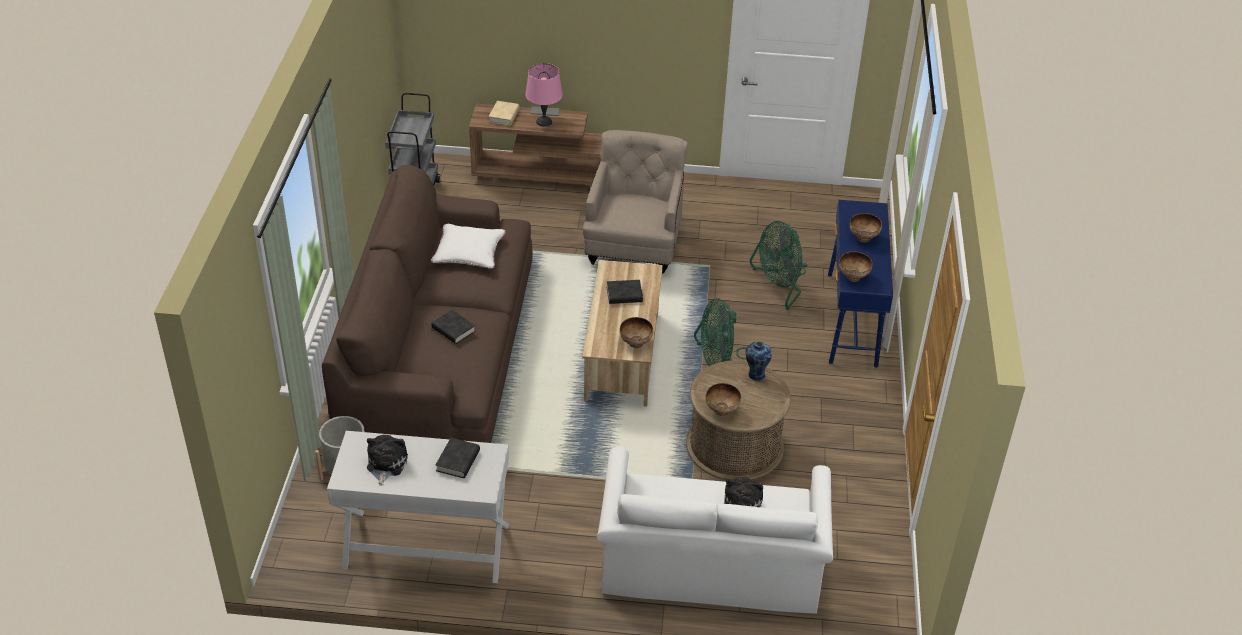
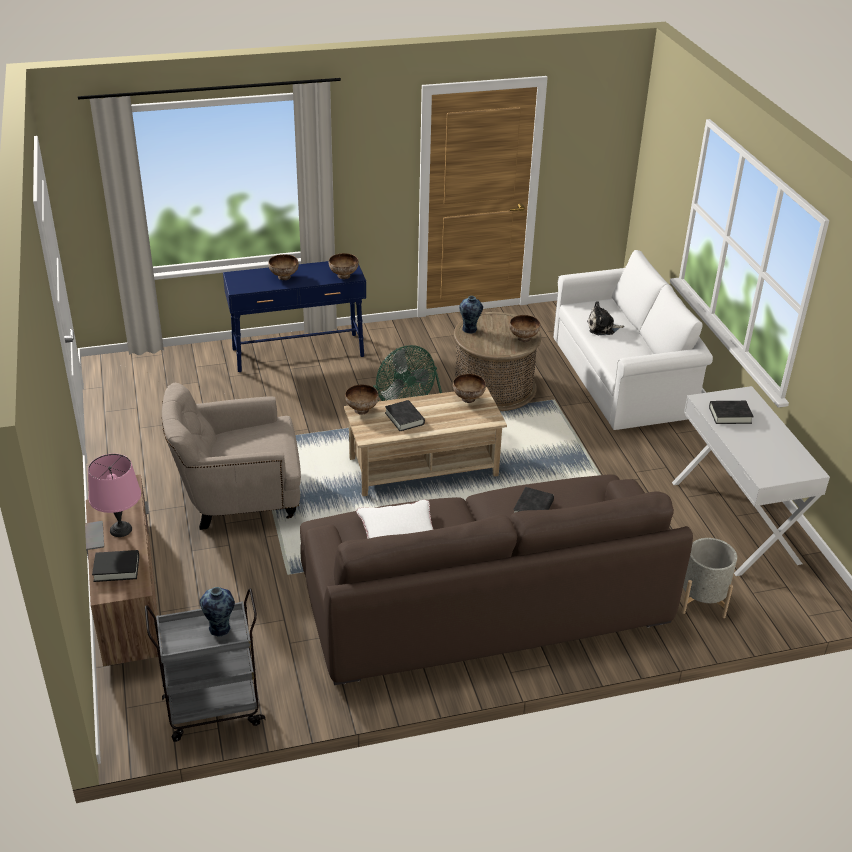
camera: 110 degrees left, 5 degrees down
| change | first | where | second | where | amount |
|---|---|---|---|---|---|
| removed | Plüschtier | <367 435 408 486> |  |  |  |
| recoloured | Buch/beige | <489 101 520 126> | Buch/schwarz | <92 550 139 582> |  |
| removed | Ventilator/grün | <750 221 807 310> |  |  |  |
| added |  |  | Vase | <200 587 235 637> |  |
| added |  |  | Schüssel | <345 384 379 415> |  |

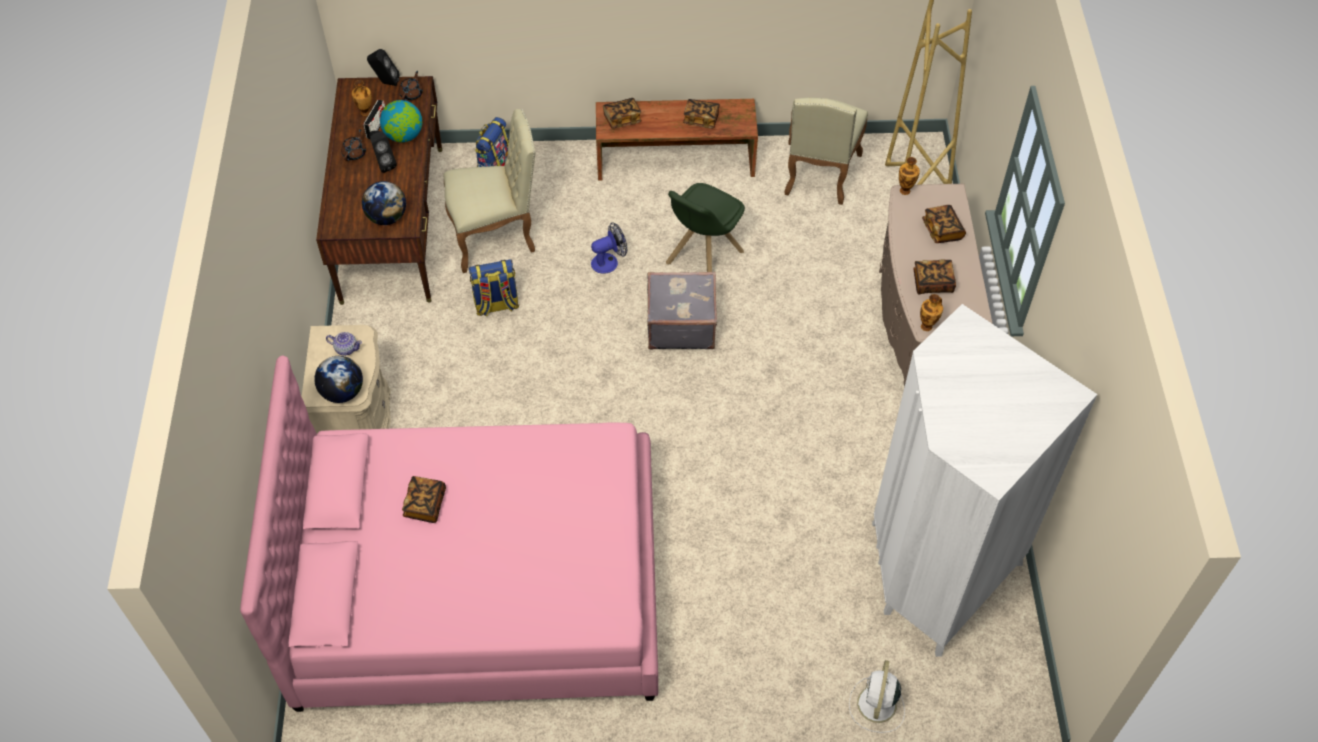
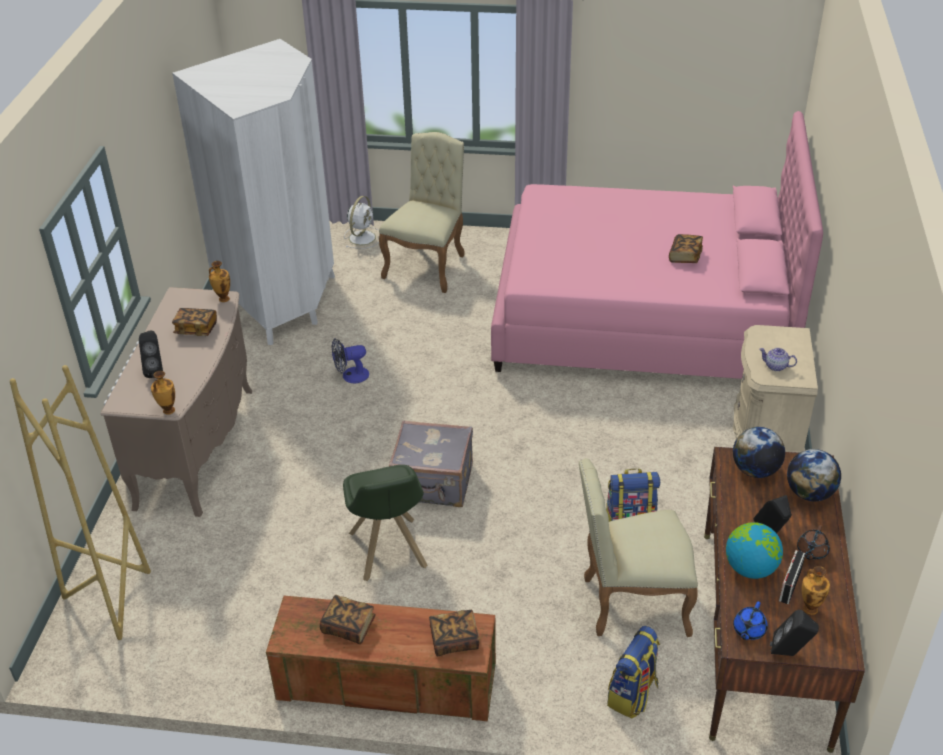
camera: 170 degrees left, 15 degrees down
| change | first | where | second | where | amount |
|---|---|---|---|---|---|
| moved | Globus | <314 356 363 403> |  | <787 449 841 501> |  |
| recoloured | Teekanne/braun | <399 71 423 101> | Teekanne/blau | <733 601 768 640> |  |
| moved | Ventilator | <591 222 627 274> |  | <332 339 369 383> |  |
| turned | Stuhl/grün | <666 183 745 272> |  | <343 465 427 581> | 120 degrees clockwise |
| moved | Stuhl/beige | <785 97 868 205> |  | <379 132 465 293> |  |
| replaced | Buch | <922 205 966 243> | Lautsprecher/schwarz | <139 330 163 378> |  |

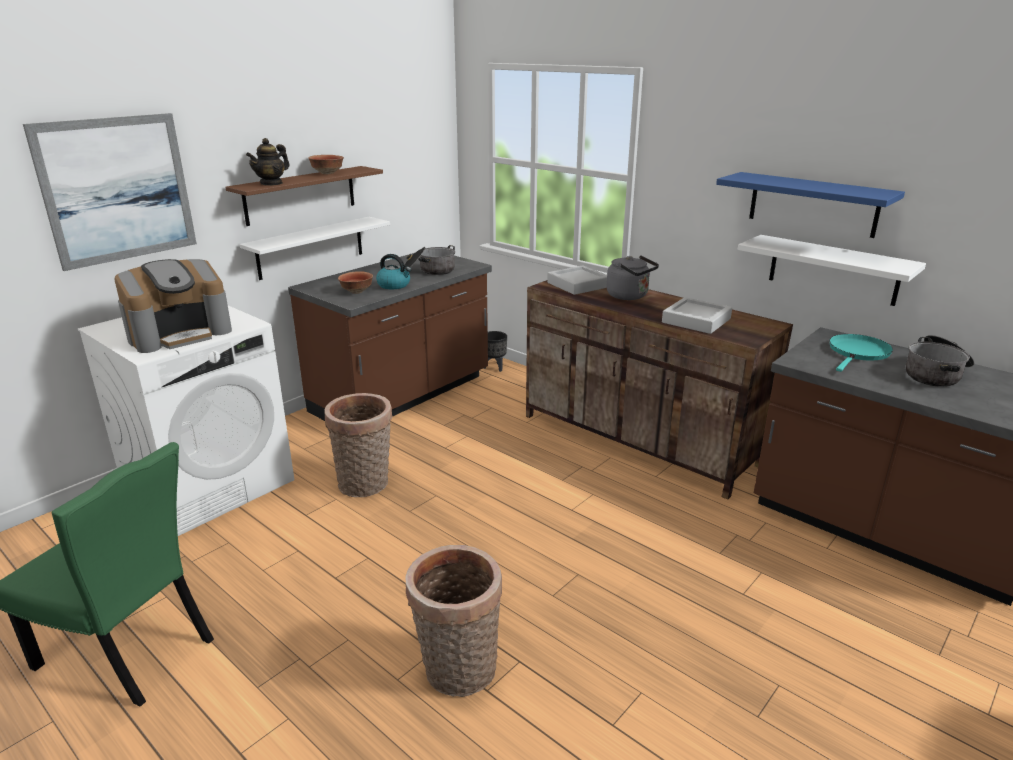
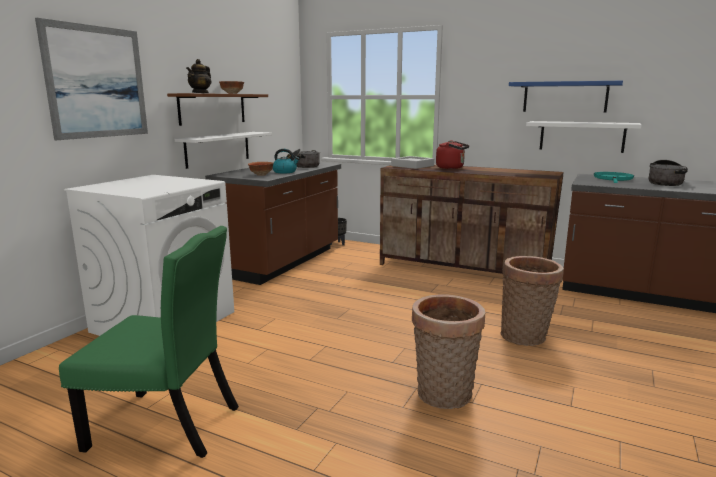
camera: 15 degrees left, 10 degrees down
| change | first | where | second | where | amount |
|---|---|---|---|---|---|
| removed | Kaffeemaschine | <114 259 232 353> |  |  |  |
| moved | Korb | <325 393 392 497> |  | <501 256 564 346> |  |
| recoloured | Wasserkessel/grau | <607 255 659 300> | Wasserkessel/rot | <436 140 469 169> |  |
| removed | Tablett/grau | <662 297 732 334> |  |  |  |

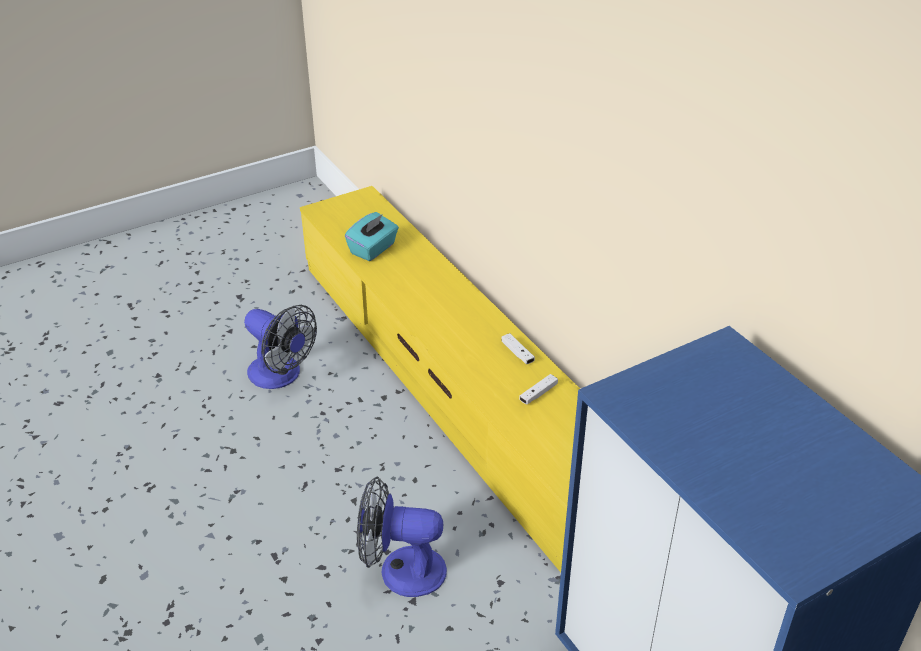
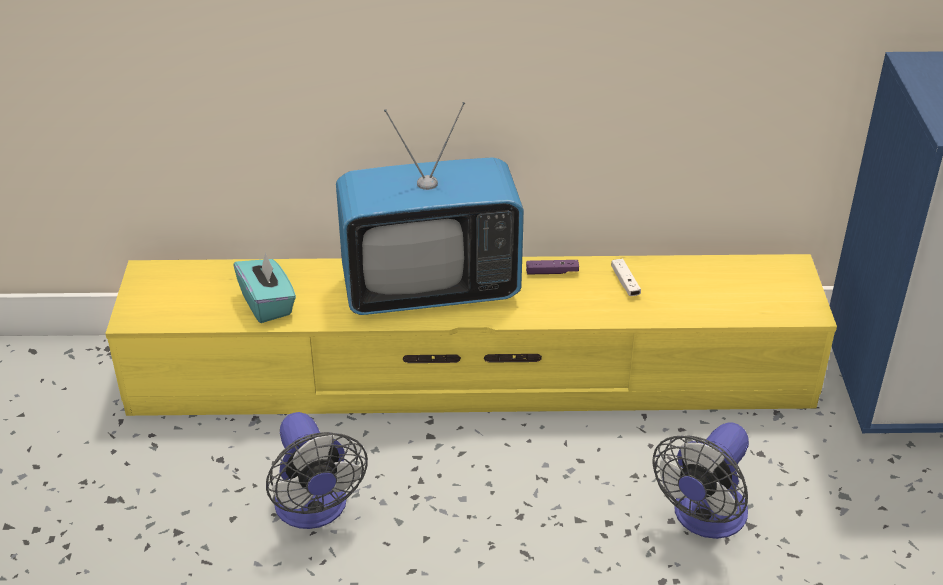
camera: 60 degrees left, 0 degrees up
| change | first | where | second | where | amount |
|---|---|---|---|---|---|
| turned | Ventilator | <244 305 317 389> |  | <266 412 368 529> | 90 degrees clockwise |
| recoloured | Gamepad/weiß | <501 333 535 364> | Gamepad/lila | <526 260 579 275> |  |
| added |  |  | Fernseher | <336 102 524 315> |  |

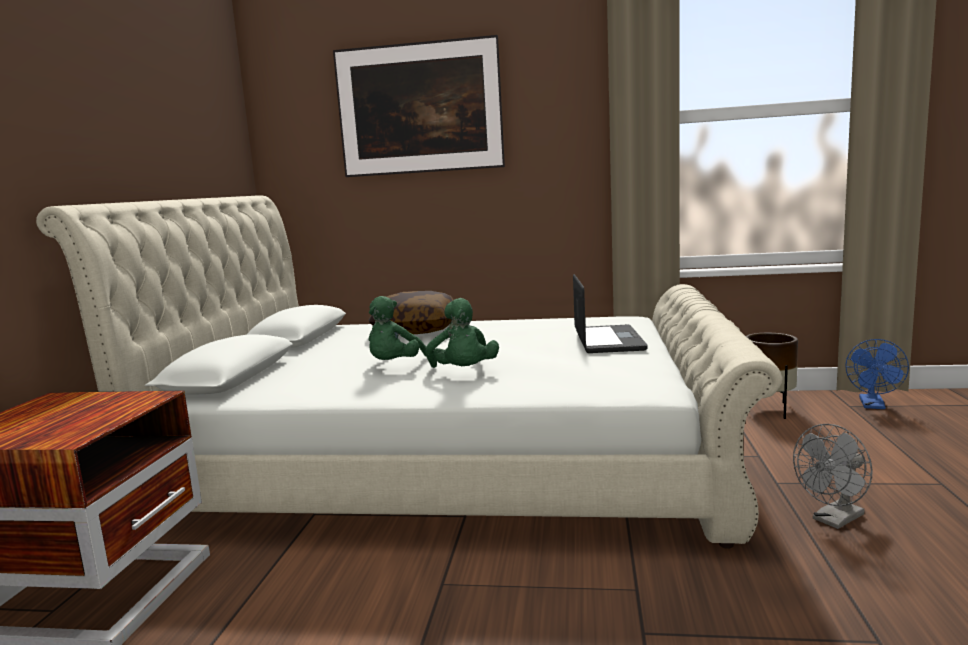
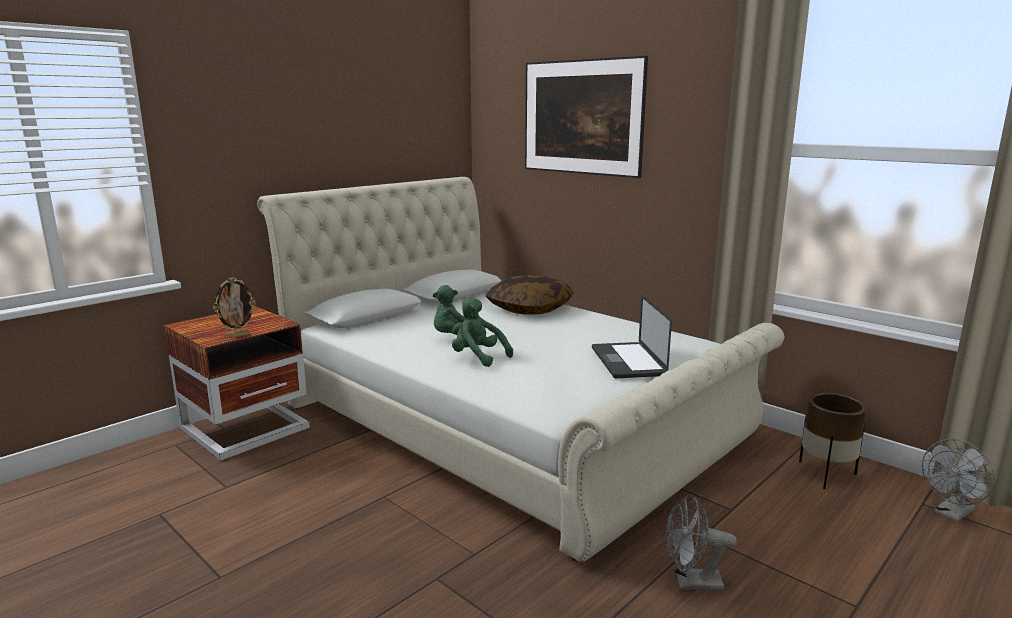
camera: 35 degrees right, 5 degrees up
| change | first | where | second | where | amount |
|---|---|---|---|---|---|
| turned | Plüschtier/grün | <426 298 499 368> |  | <452 297 513 367> | 105 degrees clockwise |
| turned | Laptop | <573 274 648 353> |  | <592 295 672 378> | 135 degrees clockwise |
| recoloured | Ventilator/blau | <845 339 909 409> | Ventilator/grau | <922 439 995 522> |  |
| added |  |  | Bilderrahmen | <213 277 256 338> |  |

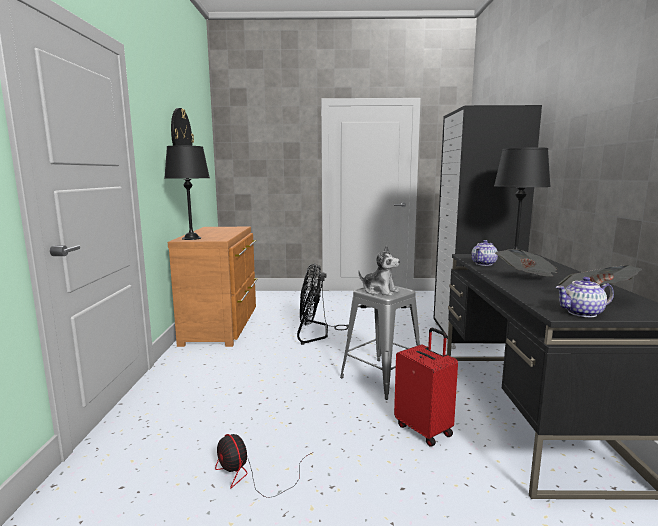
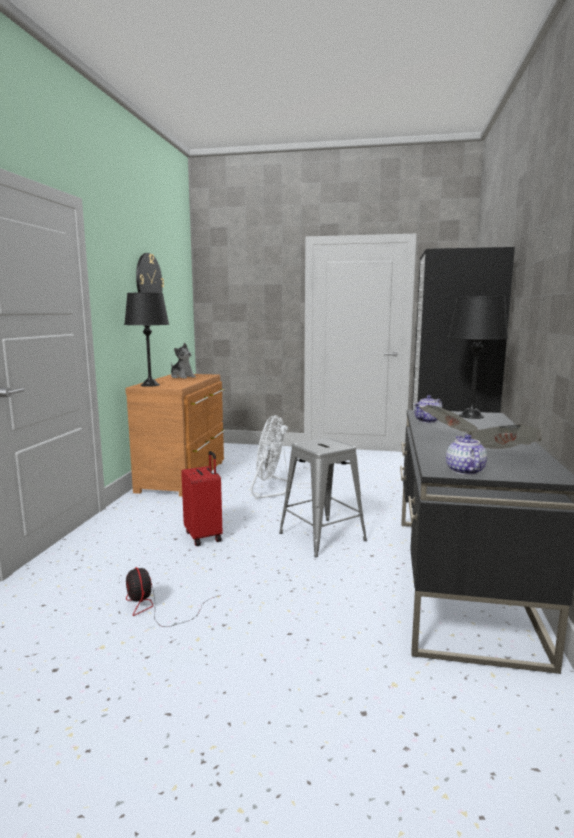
camera: 10 degrees right, 0 degrees up
| change | first | where | second | where | amount |
|---|---|---|---|---|---|
| recoloured | Ventilator/schwarz | <297 263 349 345> | Ventilator/weiß | <251 415 312 500> |  |
| moved | Plüschtier | <358 245 400 296> |  | <171 343 196 379> |  |
| moved | Koffer/rot | <394 328 458 447> |  | <181 451 223 546> |  |
| turned | Teekanne | <556 277 614 317> |  | <446 434 487 475> | 90 degrees clockwise |

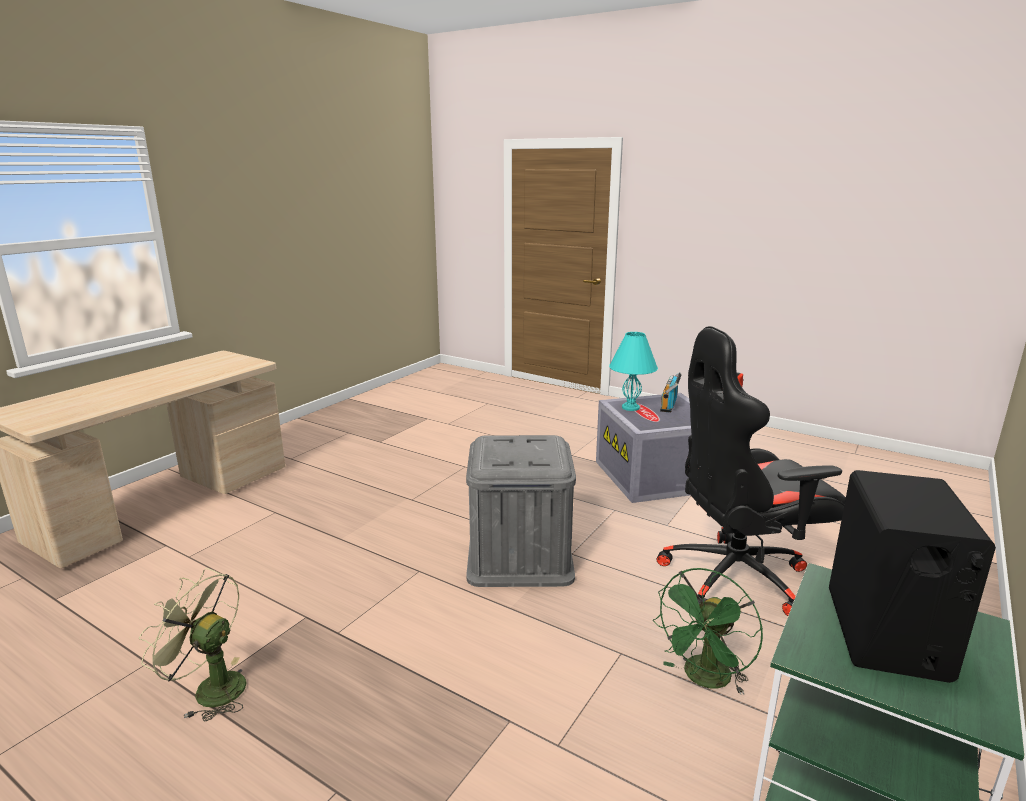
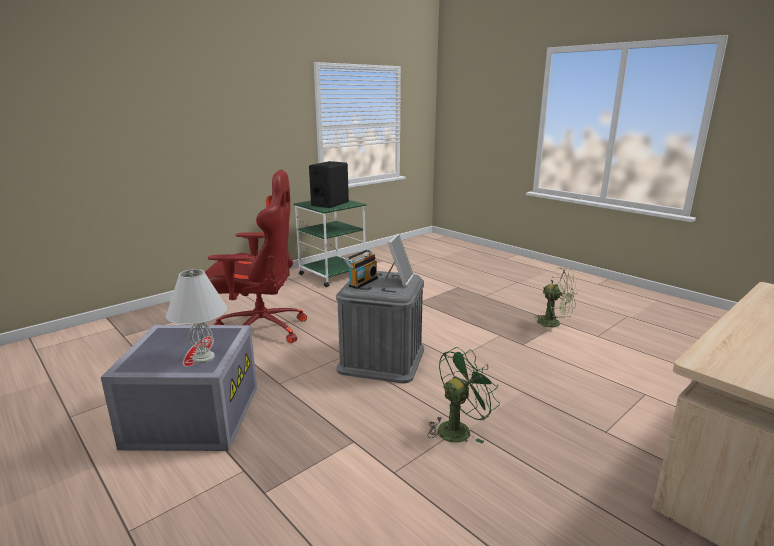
camera: 165 degrees left, 0 degrees up
| change | first | where | second | where | amount |
|---|---|---|---|---|---|
| recoloured | Tischlampe/türkis | <609 332 658 411> | Tischlampe/weiß | <166 269 227 363> |  |
| moved | Ventilator/grün | <653 568 763 695> |  | <427 347 500 444> |  |
| recoloured | Bürostuhl/schwarz | <657 326 846 616> | Bürostuhl/rot | <205 169 307 343> |  |
| moved | Radio | <660 372 682 413> |  | <344 249 378 289> |  |
| added |  |  | Bilderrahmen | <383 234 414 287> |  |

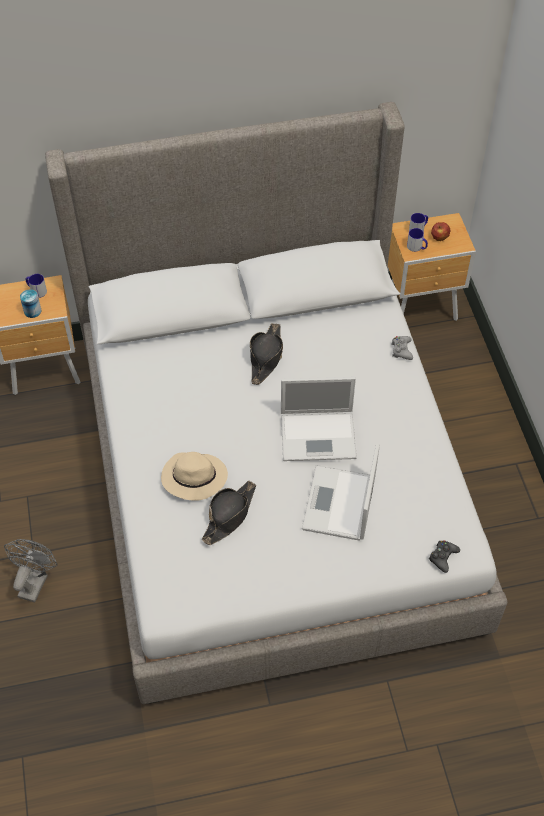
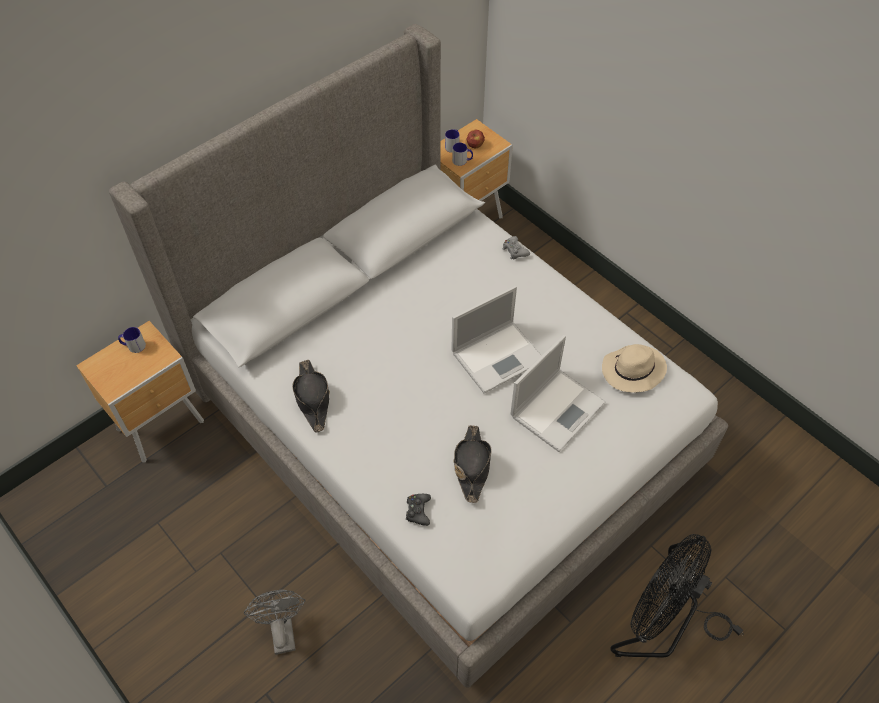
camera: 30 degrees left, 0 degrees up
| change | first | where | second | where | amount |
|---|---|---|---|---|---|
| removed | Dose | <20 289 41 318> |  |  |  |
| moved | Hut/beige | <161 452 228 501> |  | <602 344 667 392> |  |
| moved | Hut/schwarz | <250 323 283 385> |  | <292 360 330 433> |  |
| turned | Laptop | <302 444 380 541> |  | <510 335 606 452> | 120 degrees counterclockwise |
| moved | Gamepad/schwarz | <429 540 460 573> |  | <406 494 431 526> |  |
| added |  |  | Ventilator/schwarz | <610 534 744 658> |  |

